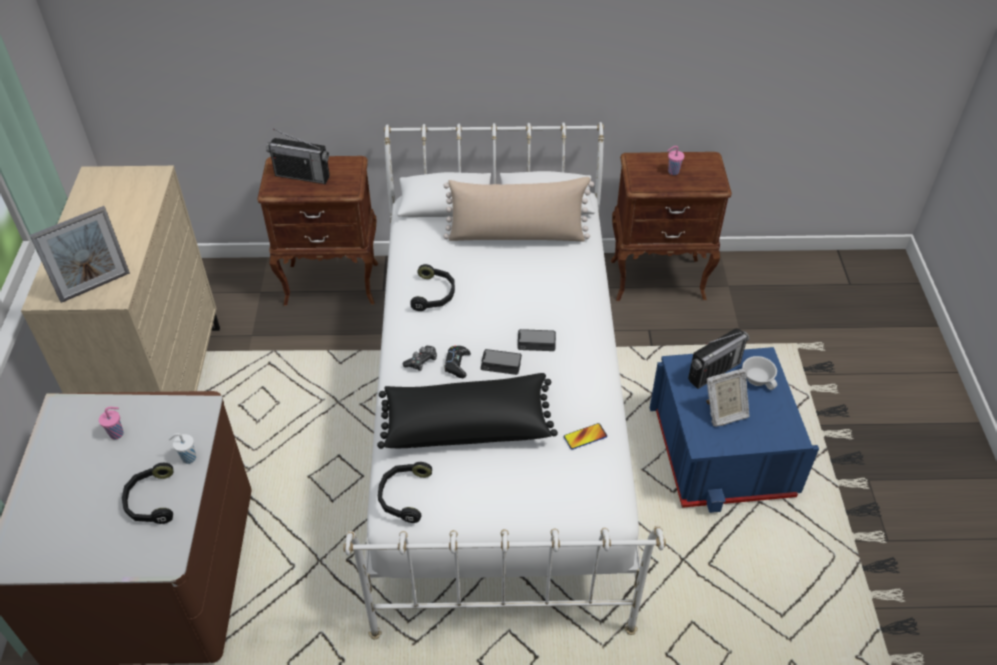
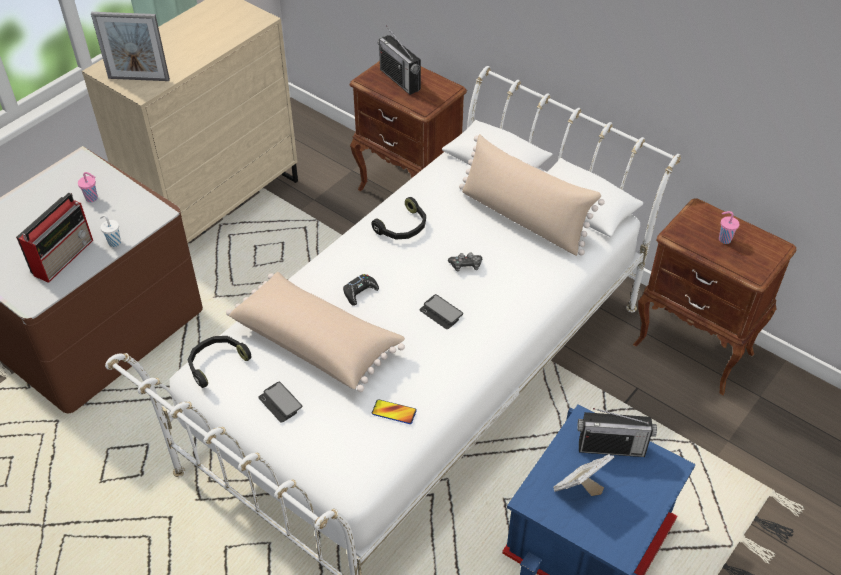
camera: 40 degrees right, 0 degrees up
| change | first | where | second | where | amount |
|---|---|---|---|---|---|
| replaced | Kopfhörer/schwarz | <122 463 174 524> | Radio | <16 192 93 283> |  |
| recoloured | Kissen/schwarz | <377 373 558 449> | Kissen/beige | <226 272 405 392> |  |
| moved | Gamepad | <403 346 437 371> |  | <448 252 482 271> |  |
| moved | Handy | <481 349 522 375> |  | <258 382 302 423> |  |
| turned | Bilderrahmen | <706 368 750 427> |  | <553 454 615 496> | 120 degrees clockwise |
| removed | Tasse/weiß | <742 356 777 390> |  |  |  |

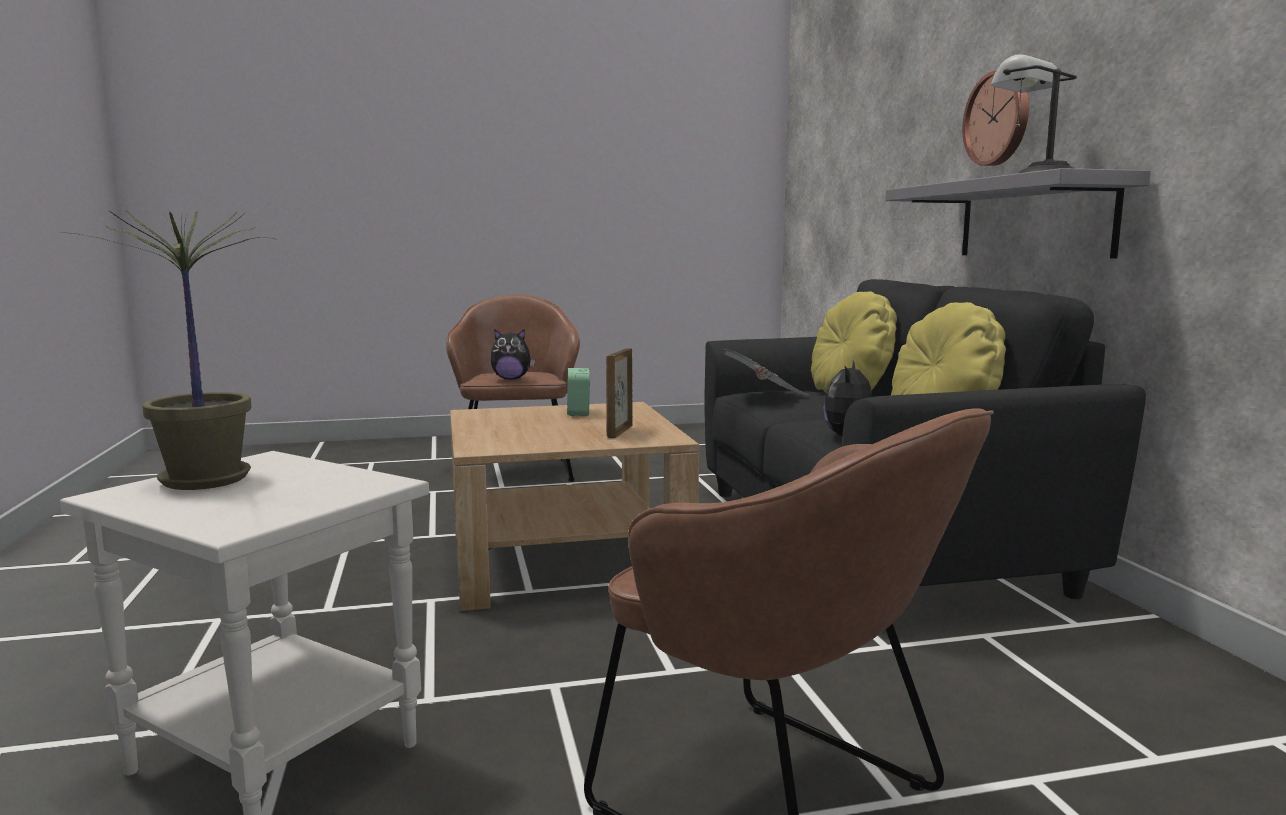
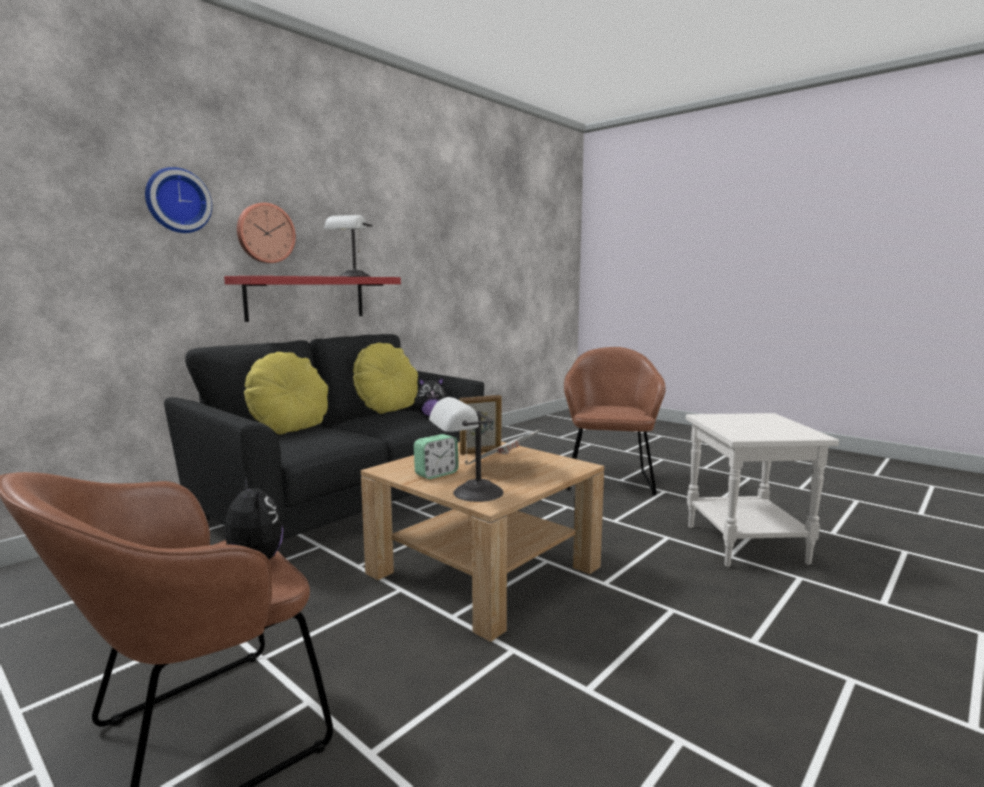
camera: 125 degrees left, 0 degrees up
| change | first | where | second | where | amount |
|---|---|---|---|---|---|
| removed | Topfpflanze | <61 210 273 490> |  |  |  |
| moved | Zeitung | <723 349 810 395> |  | <464 429 542 466> |  |
| recoloured | Wandregal/grau | <886 168 1151 258> | Wandregal/rot | <224 276 401 322> |  |
| added |  |  | Wanduhr | <145 167 212 233> |  |
| added |  |  | Tischlampe | <429 397 504 502> |  |

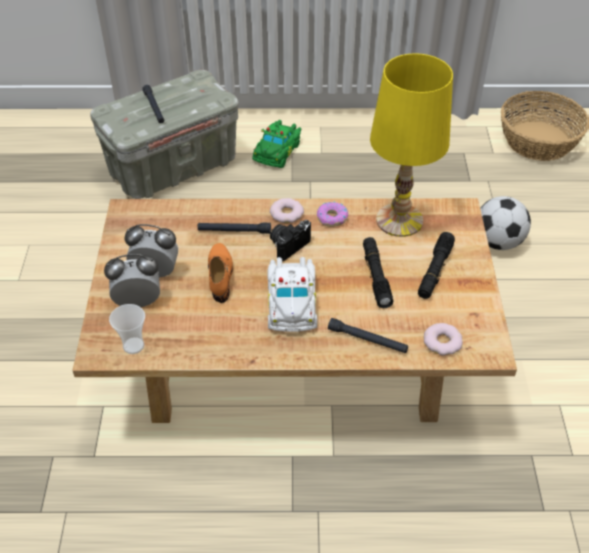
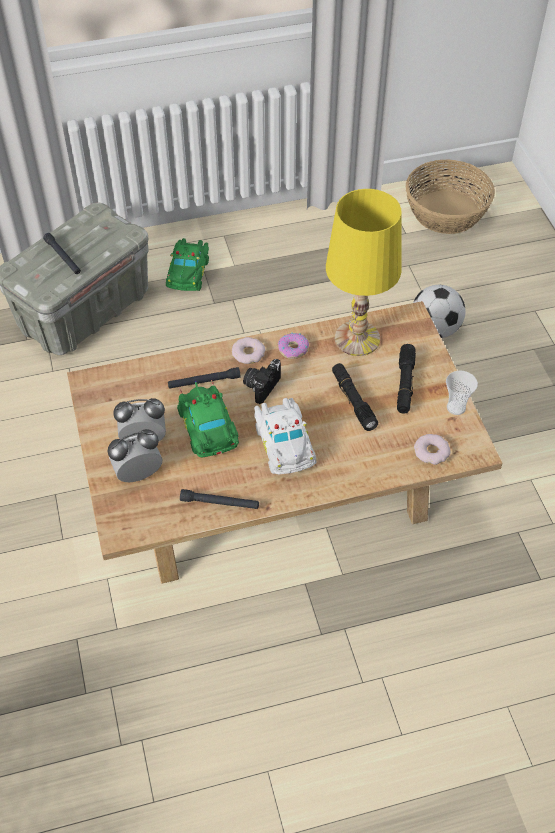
camera: 15 degrees left, 5 degrees up
| change | first | where | second | where | amount |
|---|---|---|---|---|---|
| moved | Tasse | <109 304 145 354> |  | <446 370 478 415> |  |
| replaced | Schuh/orange | <208 243 233 303> | Spielzeugauto/grün | <177 380 239 457> |  |
| moved | Taschenlampe/schwarz | <328 318 408 353> |  | <180 489 259 509> |  |

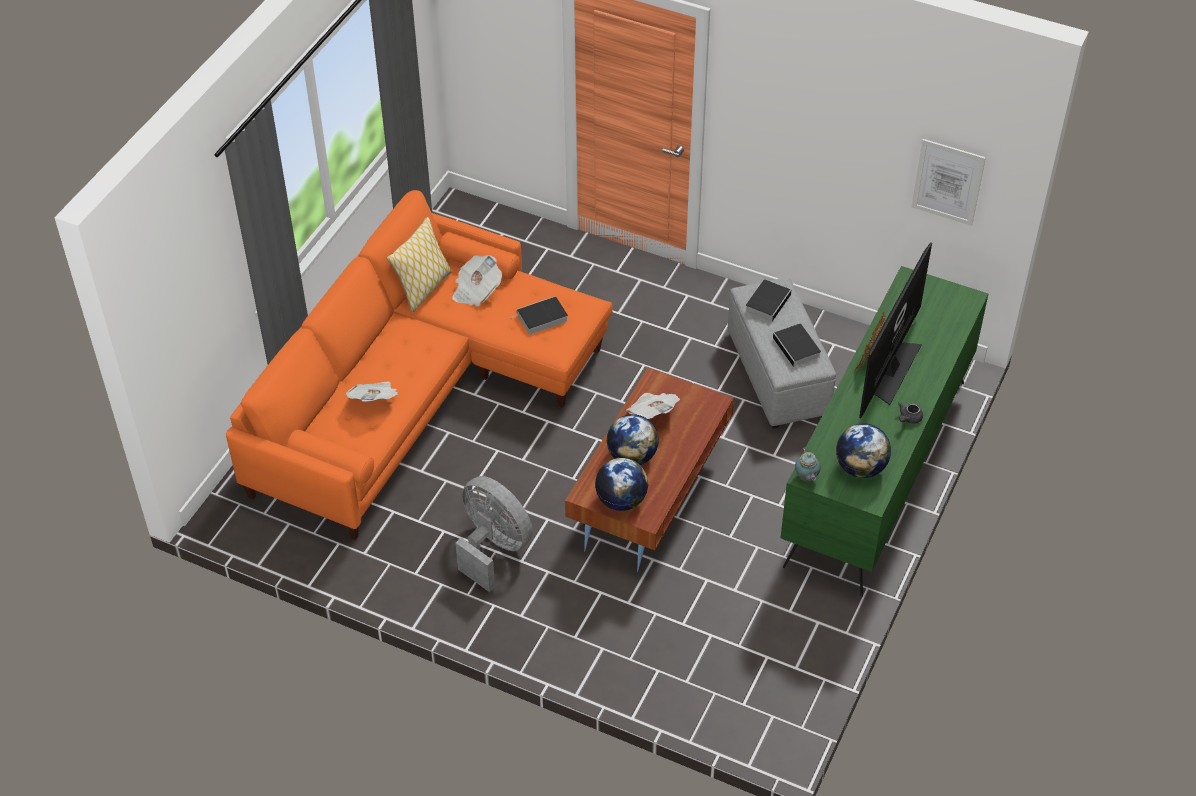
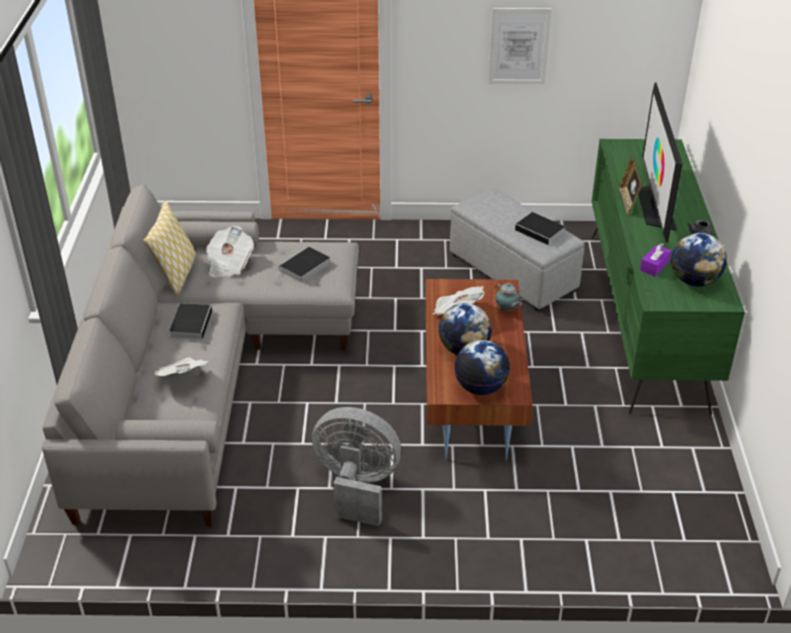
camera: 25 degrees left, 10 degrees down
| change | first | where | second | where | amount |
|---|---|---|---|---|---|
| recoloured | Sofa/orange | <226 190 613 540> | Sofa/grau | <42 185 359 526> |  |
| moved | Buch | <745 279 793 321> |  | <169 303 212 340> |  |
| moved | Teekanne | <795 447 821 482> |  | <495 283 522 312> |  |
| moved | Bild | <911 139 986 226> |  | <488 8 552 84> |  |
| added |  |  | Taschentuchbox/lila | <640 243 671 276> |  |

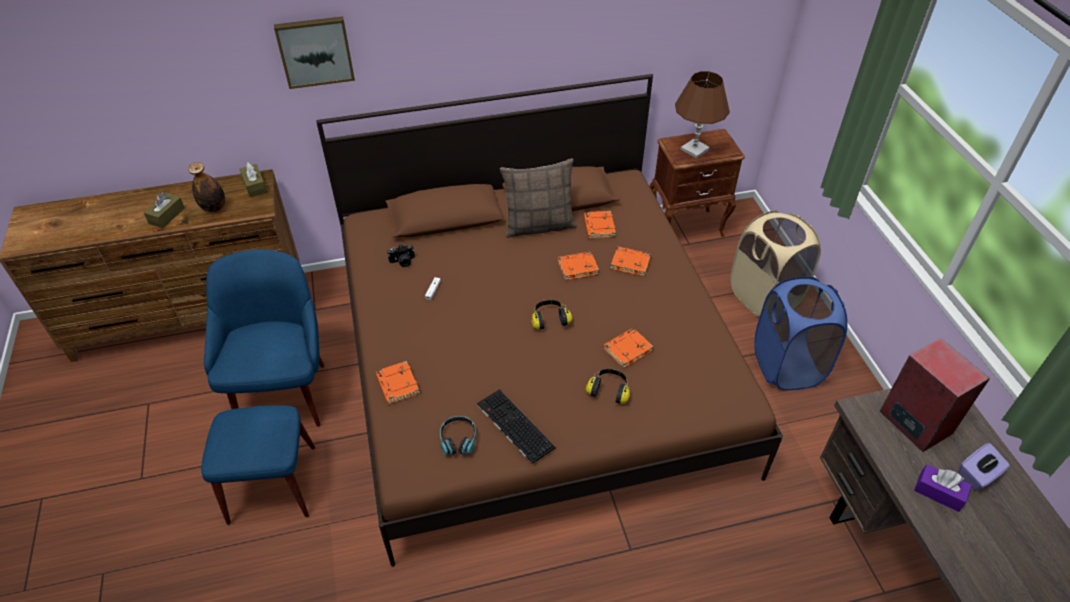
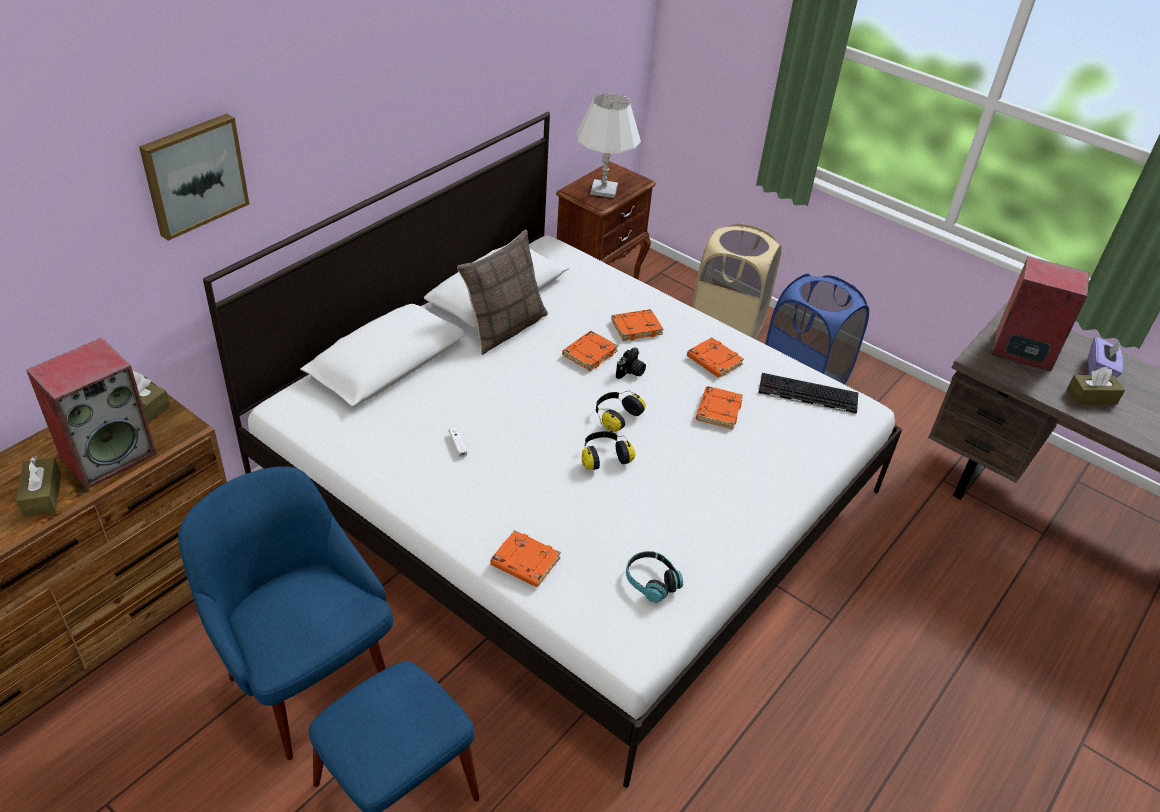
camera: 40 degrees left, 5 degrees down
| change | first | where | second | where | amount |
|---|---|---|---|---|---|
| replaced | Flasche | <188 162 225 212> | Lautsprecher | <26 338 157 489> |  |
| recoloured | Bett/braun | <316 74 783 567> | Bett/weiß | <203 112 902 788> |  |
| moved | Kamera | <387 245 415 267> |  | <616 348 646 379> |  |
| moved | Tastatur | <477 389 556 464> |  | <758 373 858 414> |  |
| moved | Buch/orange | <584 211 616 238> |  | <687 337 744 378> |  |
| moved | Kopfhörer | <586 369 630 404> |  | <582 431 635 470> |  |
| recoloured | Tischlampe/braun | <675 71 730 158> | Tischlampe/weiß | <577 93 641 198> |  |
| recoloured | Taschentuchbox/lila | <914 464 972 512> | Taschentuchbox/braun | <1067 367 1125 405> |  |

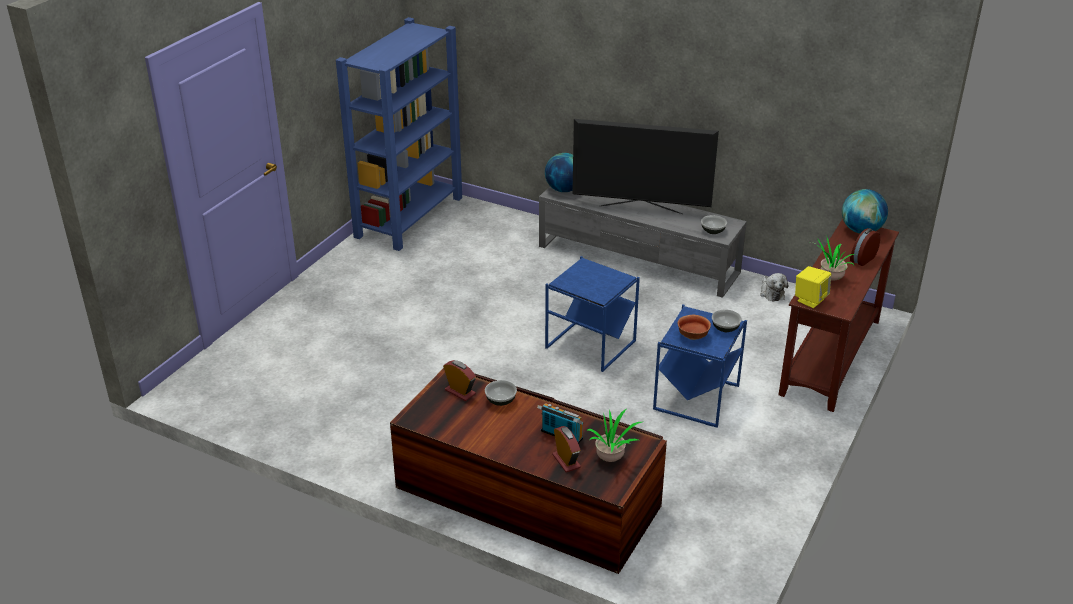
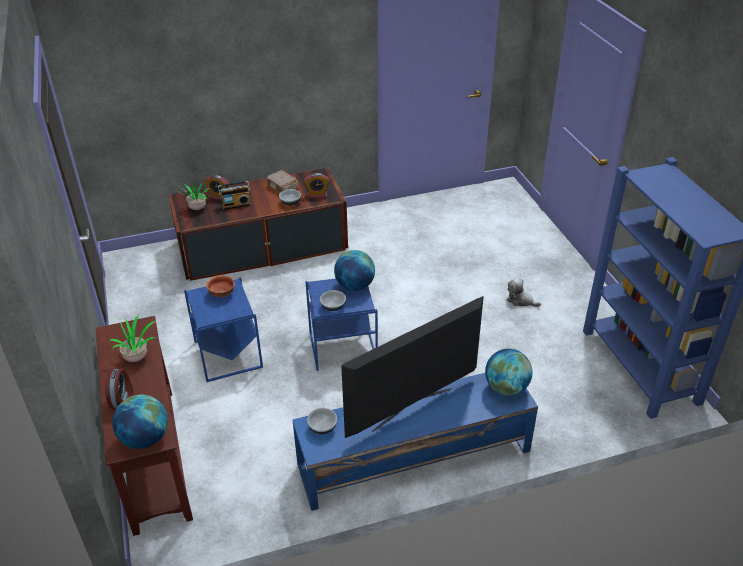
camera: 135 degrees right, 5 degrees up
| change | first | where | second | where | amount |
|---|---|---|---|---|---|
| recoloured | Fernsehschrank/grau | <539 187 747 298> | Fernsehschrank/blau | <293 373 538 511> |  |
| moved | Schüssel | <712 309 742 332> |  | <320 290 346 311> |  |
| moved | Plüschtier | <760 273 788 302> |  | <507 277 541 307> |  |
| removed | Lautsprecher/gelb | <795 266 831 308> |  |  |  |
| added |  |  | Buch/braun | <266 170 298 193> |  |
| added |  |  | Globus | <334 250 375 291> |  |

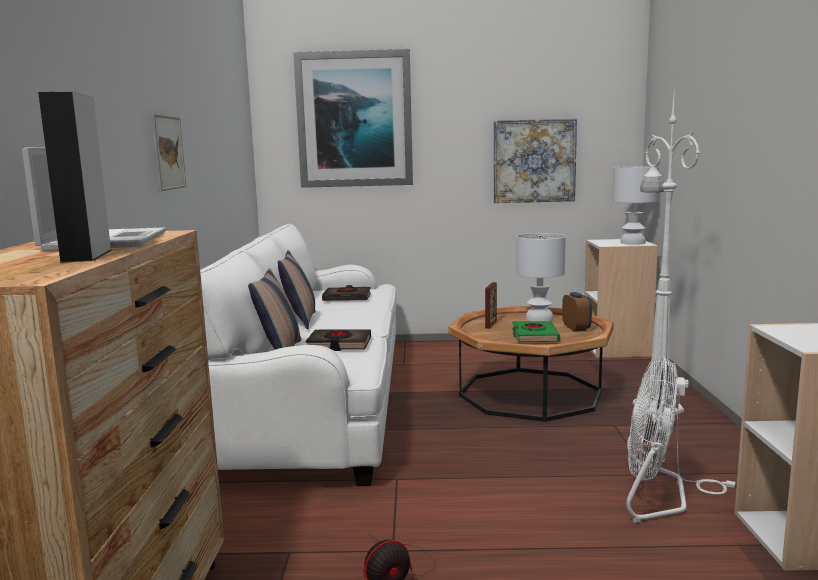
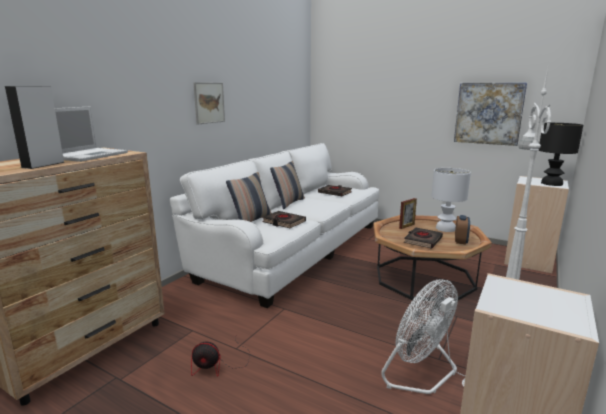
camera: 30 degrees right, 5 degrees up
| change | first | where | second | where | amount |
|---|---|---|---|---|---|
| removed | Bild | <293 49 413 188> |  |  |  |
| recoloured | Buch/grün | <512 321 560 342> | Buch/schwarz | <404 227 443 249> |  |
| recoloured | Tischlampe/weiß | <612 166 659 245> | Tischlampe/schwarz | <539 123 583 186> |  |

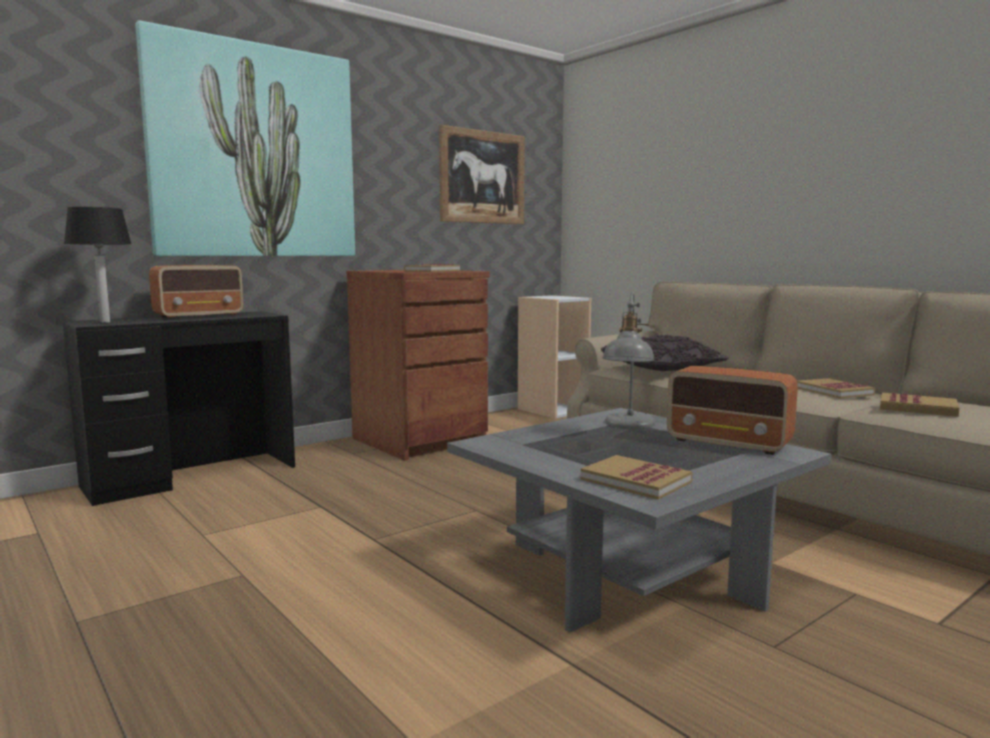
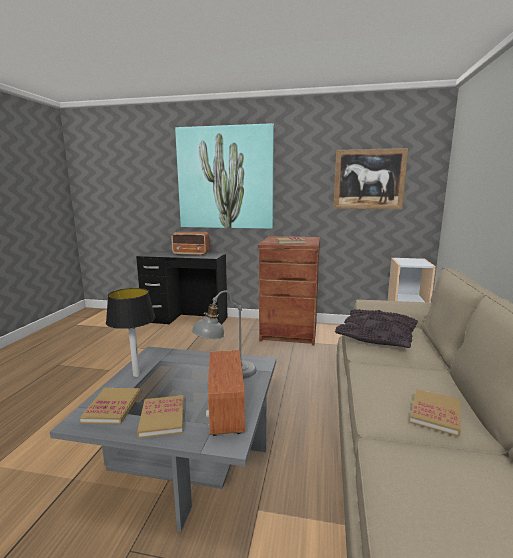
camera: 50 degrees right, 5 degrees up
| change | first | where | second | where | amount |
|---|---|---|---|---|---|
| moved | Tischlampe | <64 207 132 323> |  | <106 288 156 377> |  |
| moved | Buch | <880 393 959 417> |  | <137 395 184 438> |  |

